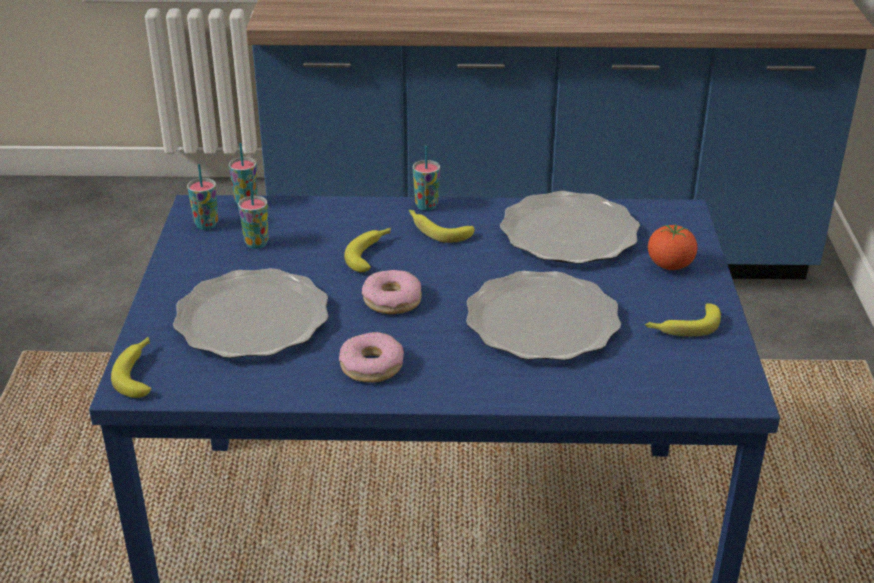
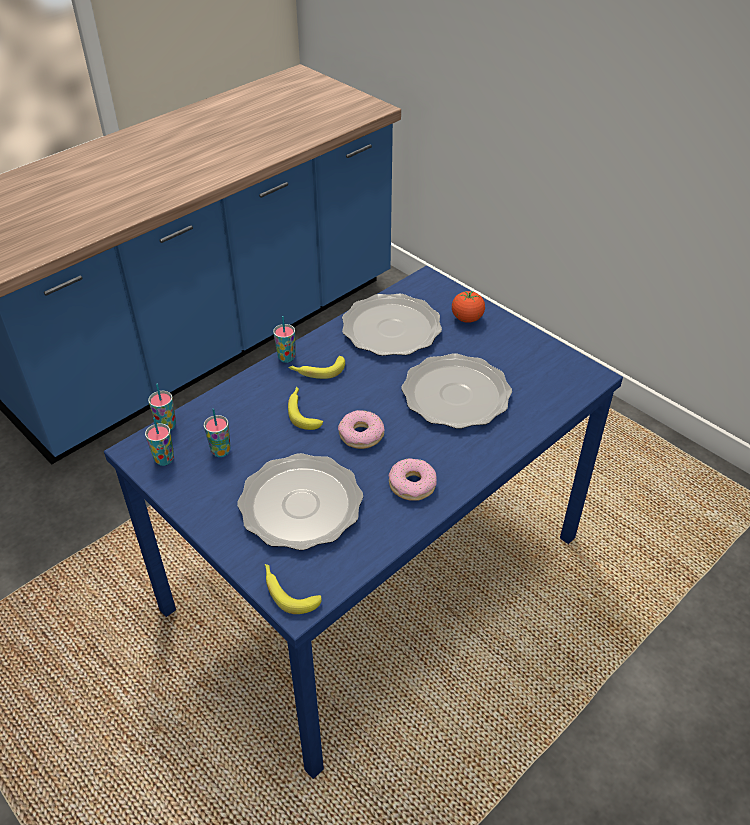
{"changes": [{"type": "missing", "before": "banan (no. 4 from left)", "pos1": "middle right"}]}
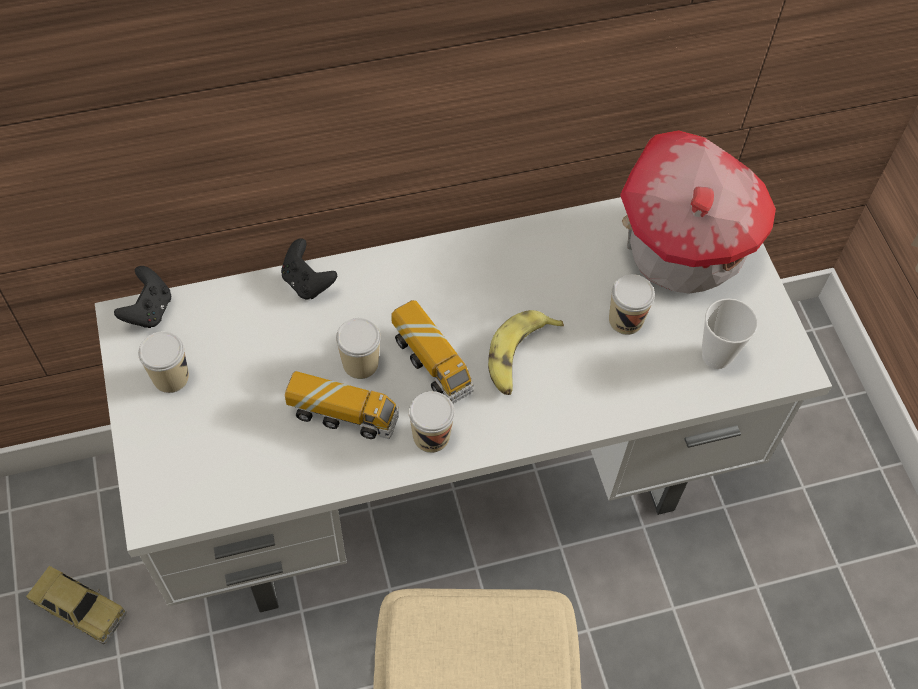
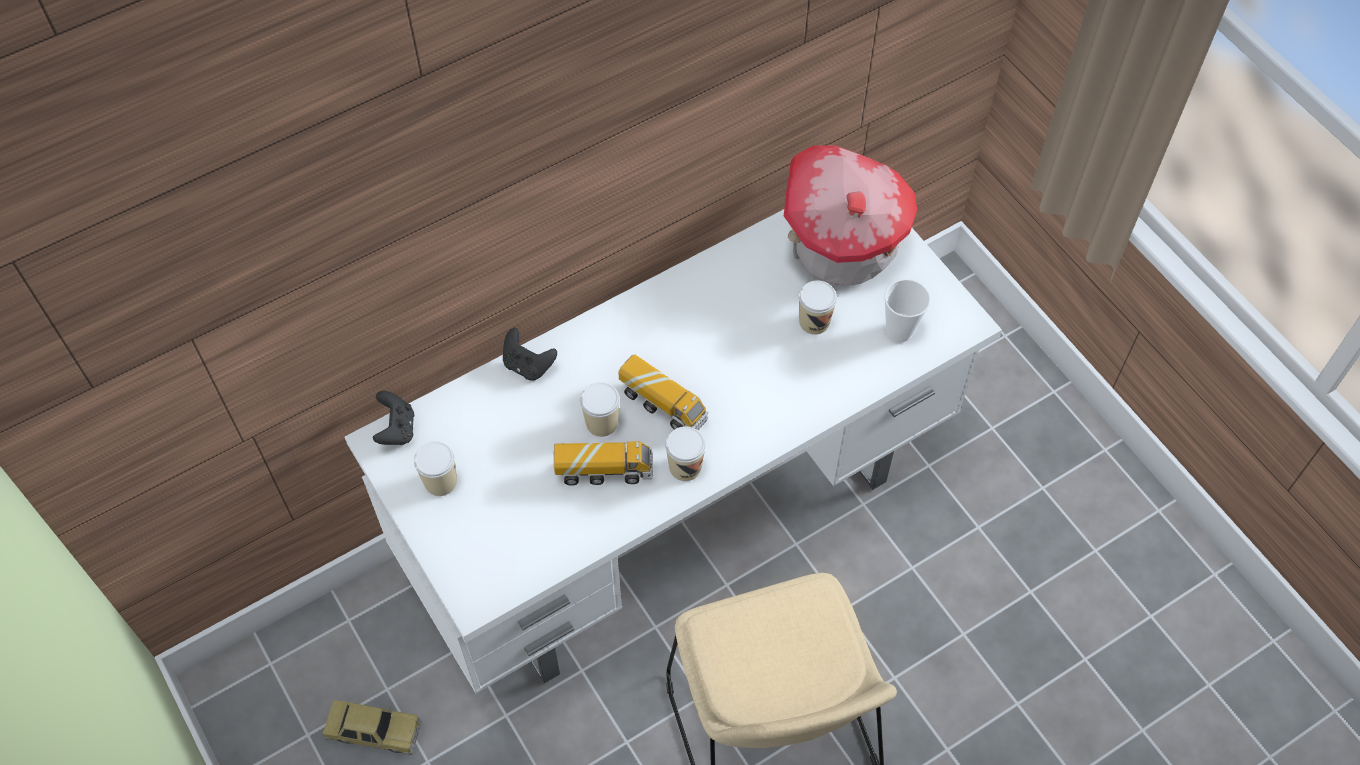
{"changes": [{"type": "missing", "before": "banan", "pos1": "centre"}]}
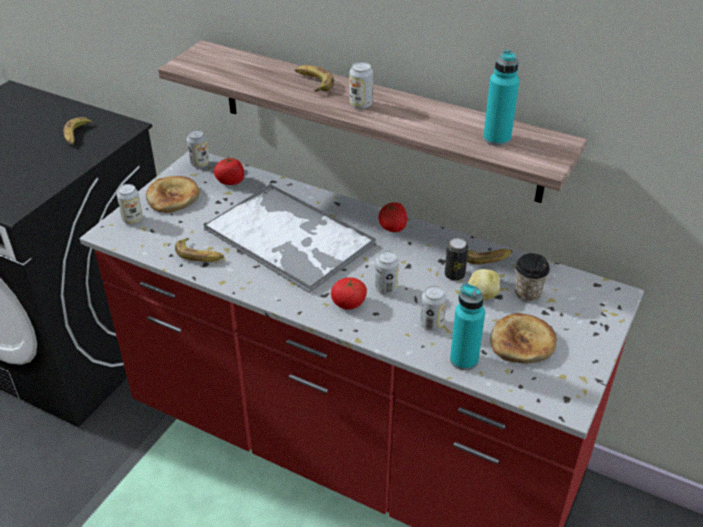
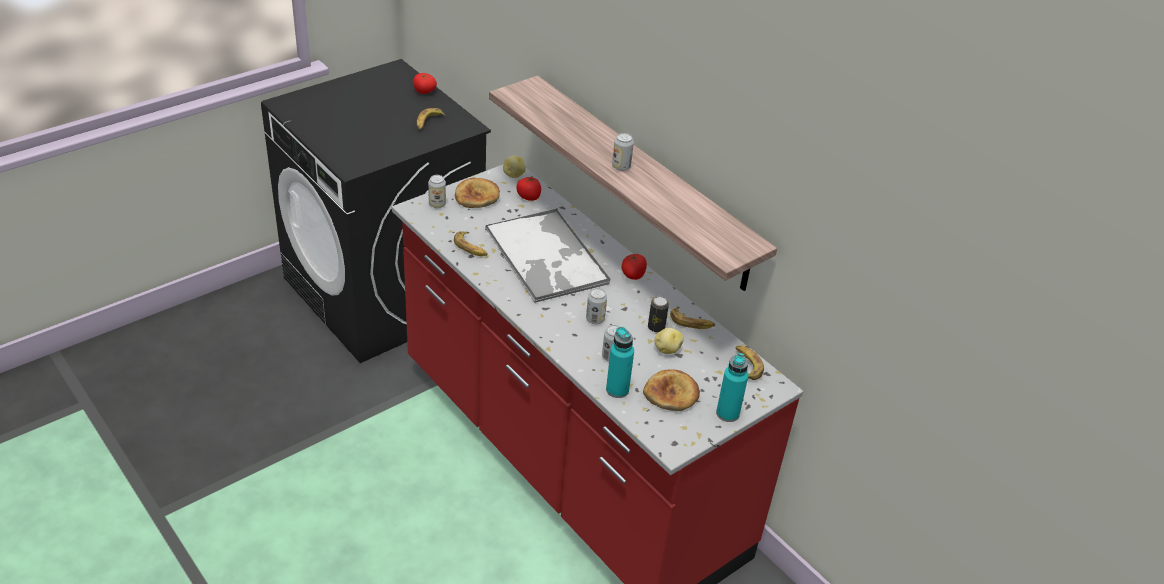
{"changes": [{"type": "relocated", "before": "butelka (turkusowy) (no. 2 from left)", "pos1": "top right", "pos2": "centre"}, {"type": "relocated", "before": "banan (no. 3 from left in the first image)", "after": "banan (no. 4 from left)", "pos1": "top centre", "pos2": "centre"}, {"type": "exchanged", "before": "puszka (no. 2 from left)", "after": "ziemniak (no. 1 from left)", "pos1": "top left", "pos2": "top centre"}, {"type": "missing", "before": "filiżanka", "pos1": "middle right"}, {"type": "relocated", "before": "pomidor (no. 2 from left in the first image)", "after": "pomidor (no. 1 from left)", "pos1": "centre", "pos2": "top centre"}]}
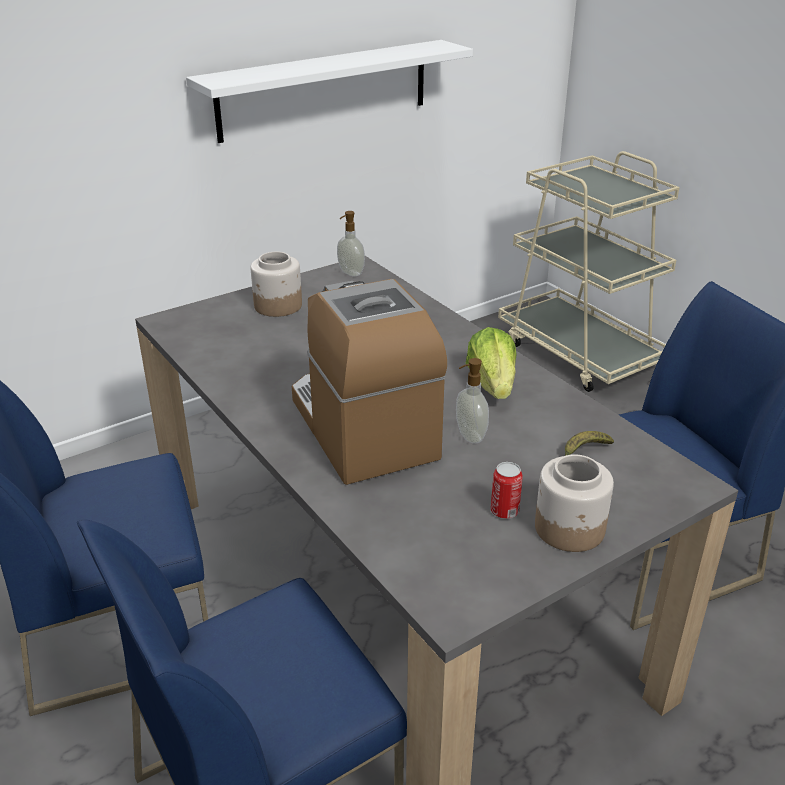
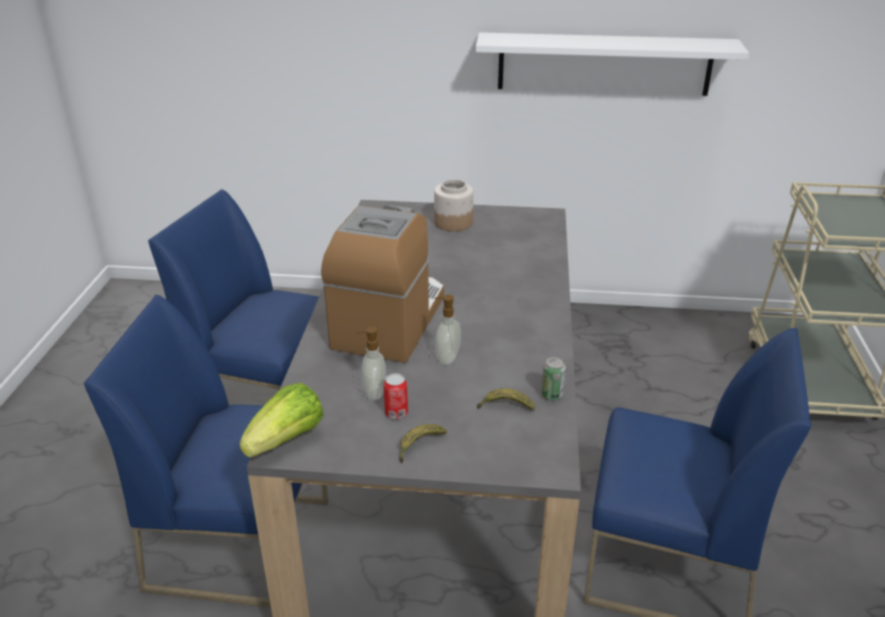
{"changes": [{"type": "relocated", "before": "dozownik mydła (no. 1 from left)", "pos1": "top centre", "pos2": "centre"}, {"type": "relocated", "before": "sałata", "pos1": "centre", "pos2": "bottom left"}, {"type": "exchanged", "before": "słoik (no. 2 from left)", "after": "banan (no. 1 from left)", "pos1": "middle right", "pos2": "bottom centre"}, {"type": "appeared", "after": "puszka (no. 2 from left)", "pos2": "centre"}]}
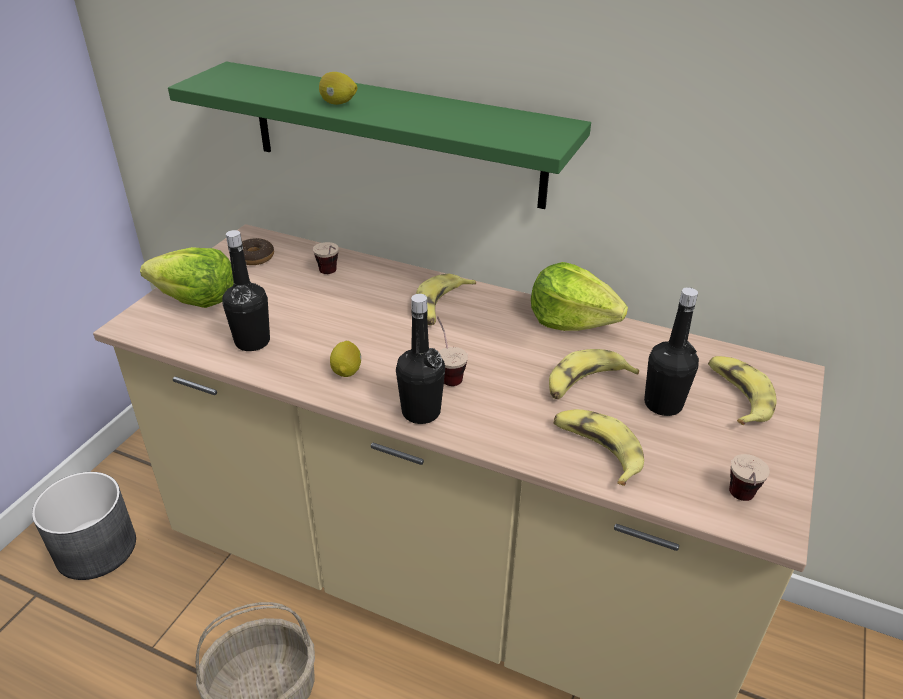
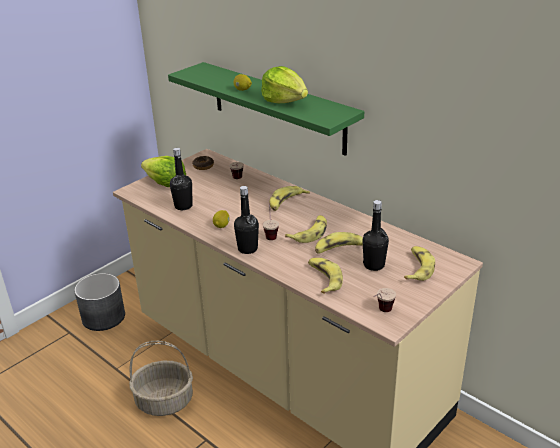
{"changes": [{"type": "relocated", "before": "sałata (no. 2 from left)", "pos1": "centre", "pos2": "top centre"}, {"type": "appeared", "after": "banan (no. 2 from left)", "pos2": "centre"}]}
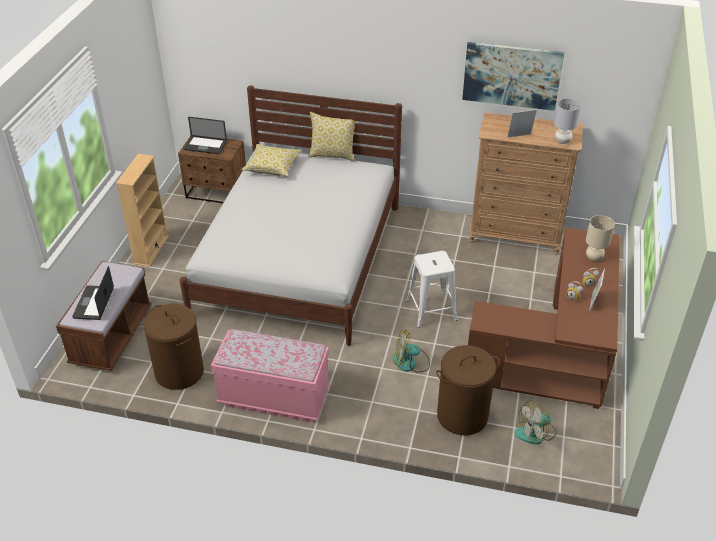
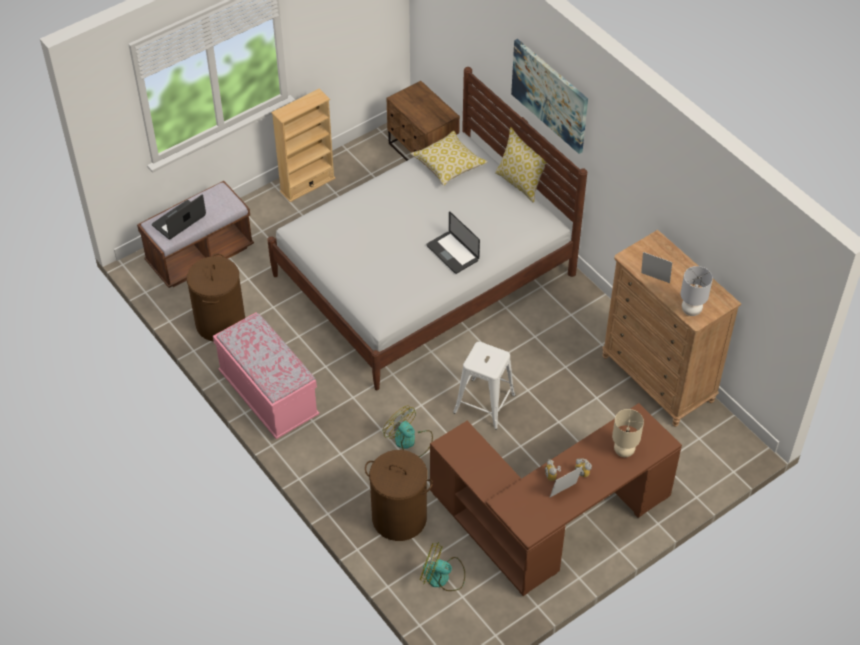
{"changes": [{"type": "relocated", "before": "obraz", "pos1": "top right", "pos2": "top centre"}, {"type": "relocated", "before": "laptop (no. 2 from left)", "pos1": "top left", "pos2": "centre"}]}
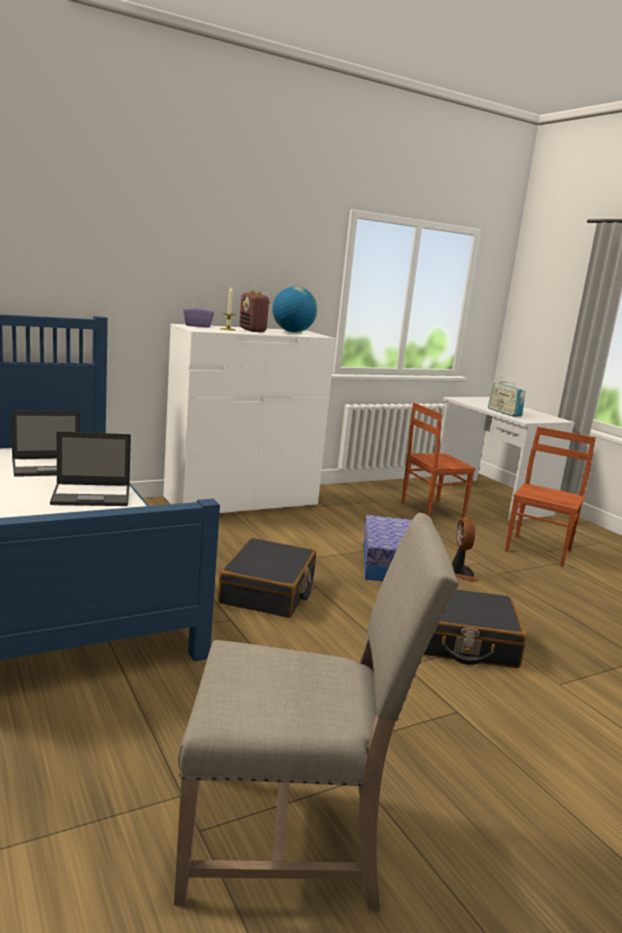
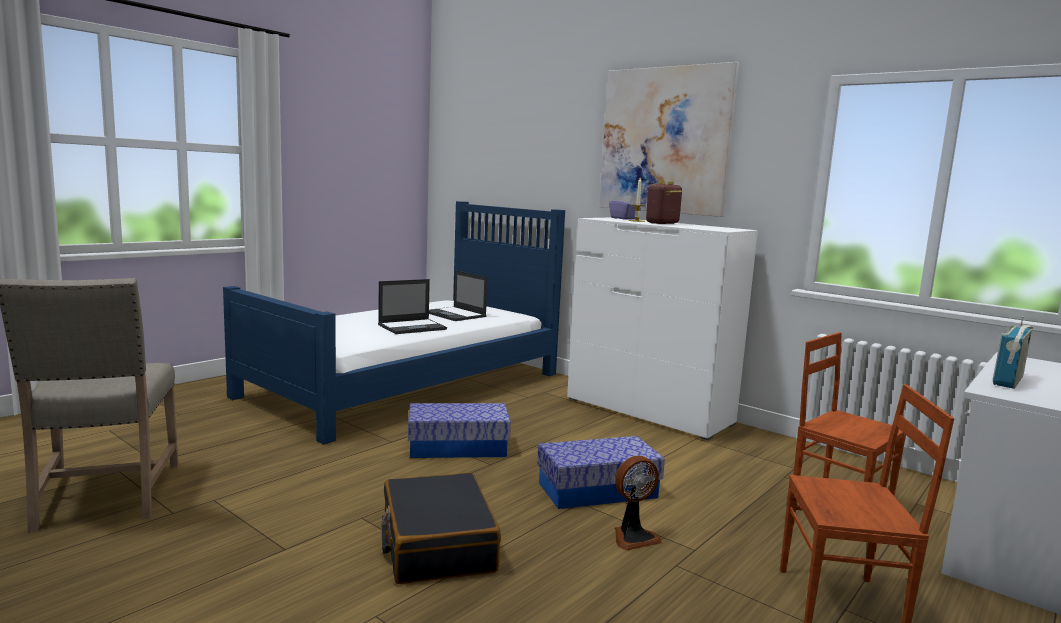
{"changes": [{"type": "missing", "before": "globus", "pos1": "top centre"}, {"type": "spun", "before": "laptop (no. 2 from left in the first image)", "pos1": "middle left", "pos2": "centre", "turn": -90}, {"type": "exchanged", "before": "walizka (czarny) (no. 1 from left)", "after": "pojemnik do przechowywania (no. 1 from left)", "pos1": "centre", "pos2": "bottom centre"}, {"type": "appeared", "after": "obraz", "pos2": "top centre"}]}
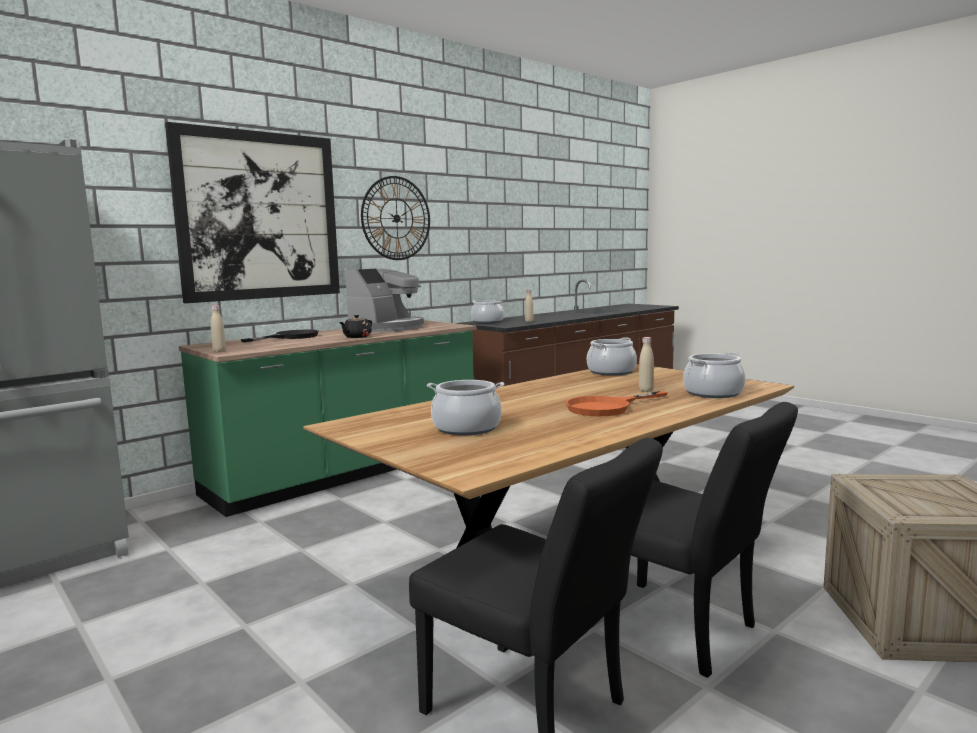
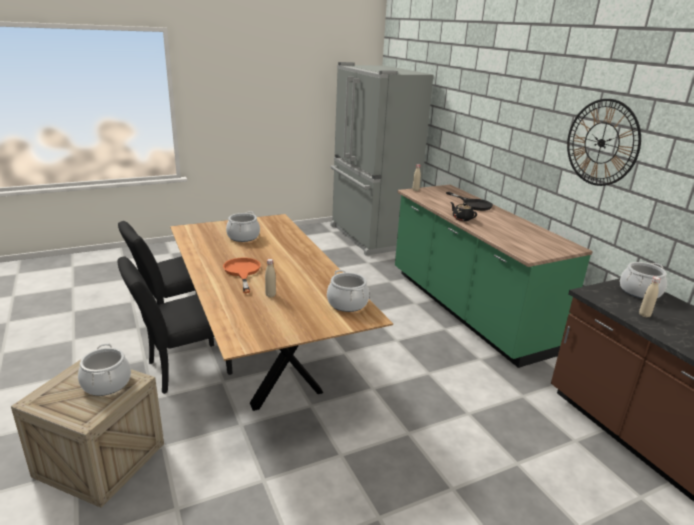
{"changes": [{"type": "missing", "before": "obraz", "pos1": "top left"}, {"type": "missing", "before": "ekspres do kawy", "pos1": "centre"}, {"type": "relocated", "before": "garnek (no. 4 from left in the first image)", "after": "garnek (no. 1 from left)", "pos1": "middle right", "pos2": "bottom left"}]}
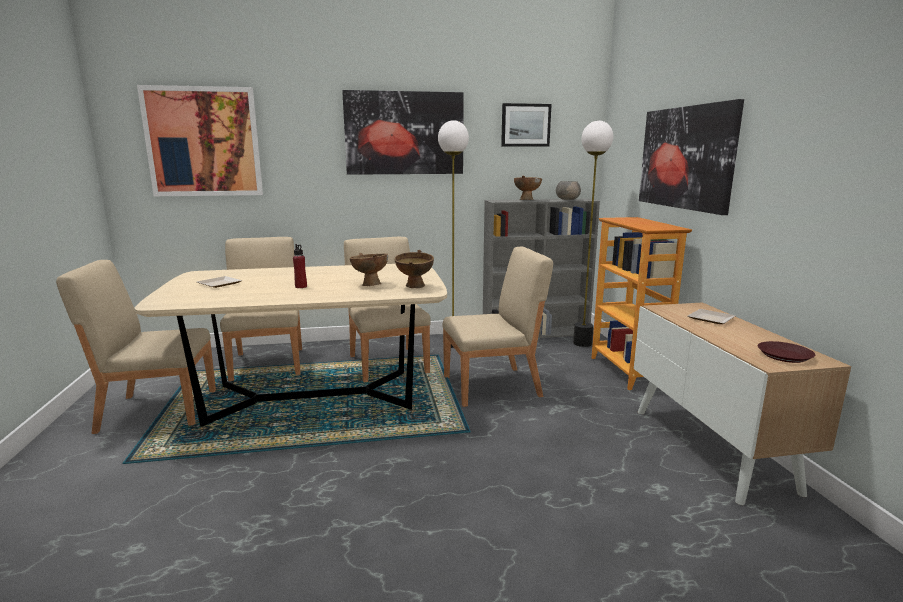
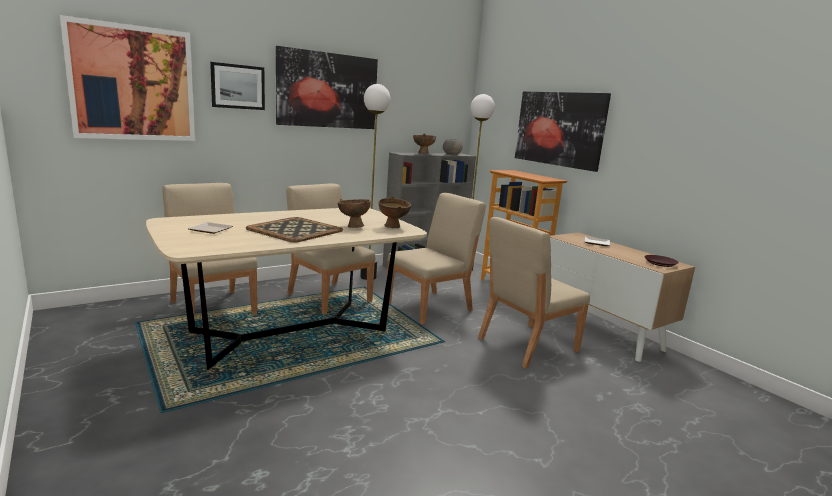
{"changes": [{"type": "relocated", "before": "obraz (no. 3 from left in the first image)", "after": "obraz (no. 2 from left)", "pos1": "top centre", "pos2": "top left"}, {"type": "exchanged", "before": "butelka (czerwony)", "after": "taca", "pos1": "middle left", "pos2": "centre"}, {"type": "relocated", "before": "krzesło (beżowy) (no. 1 from left in the first image)", "after": "krzesło (beżowy) (no. 4 from left)", "pos1": "middle left", "pos2": "centre"}]}
